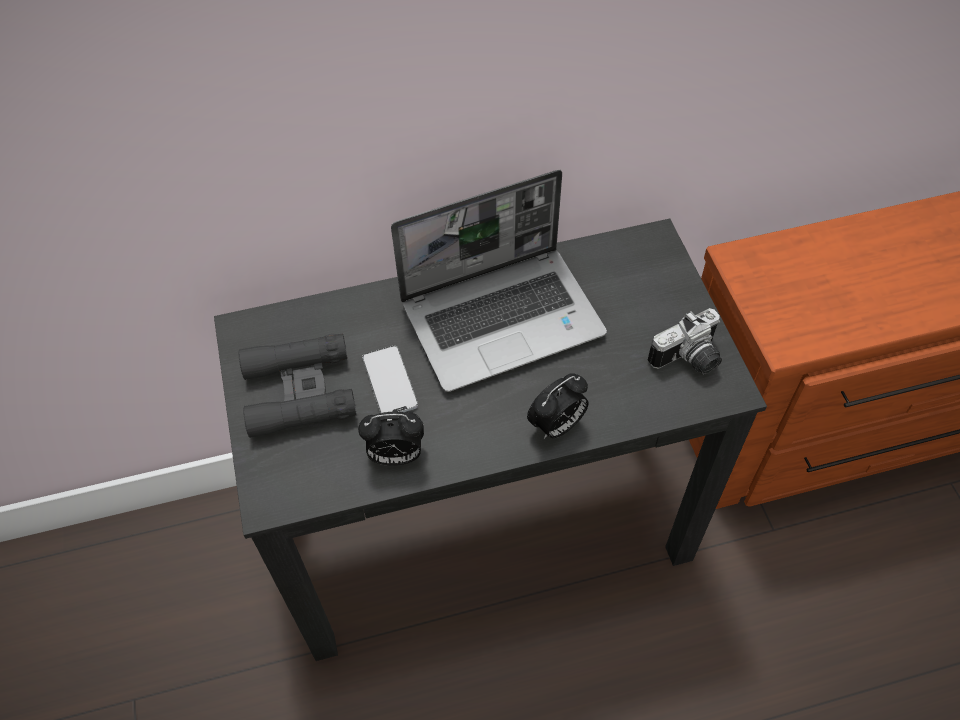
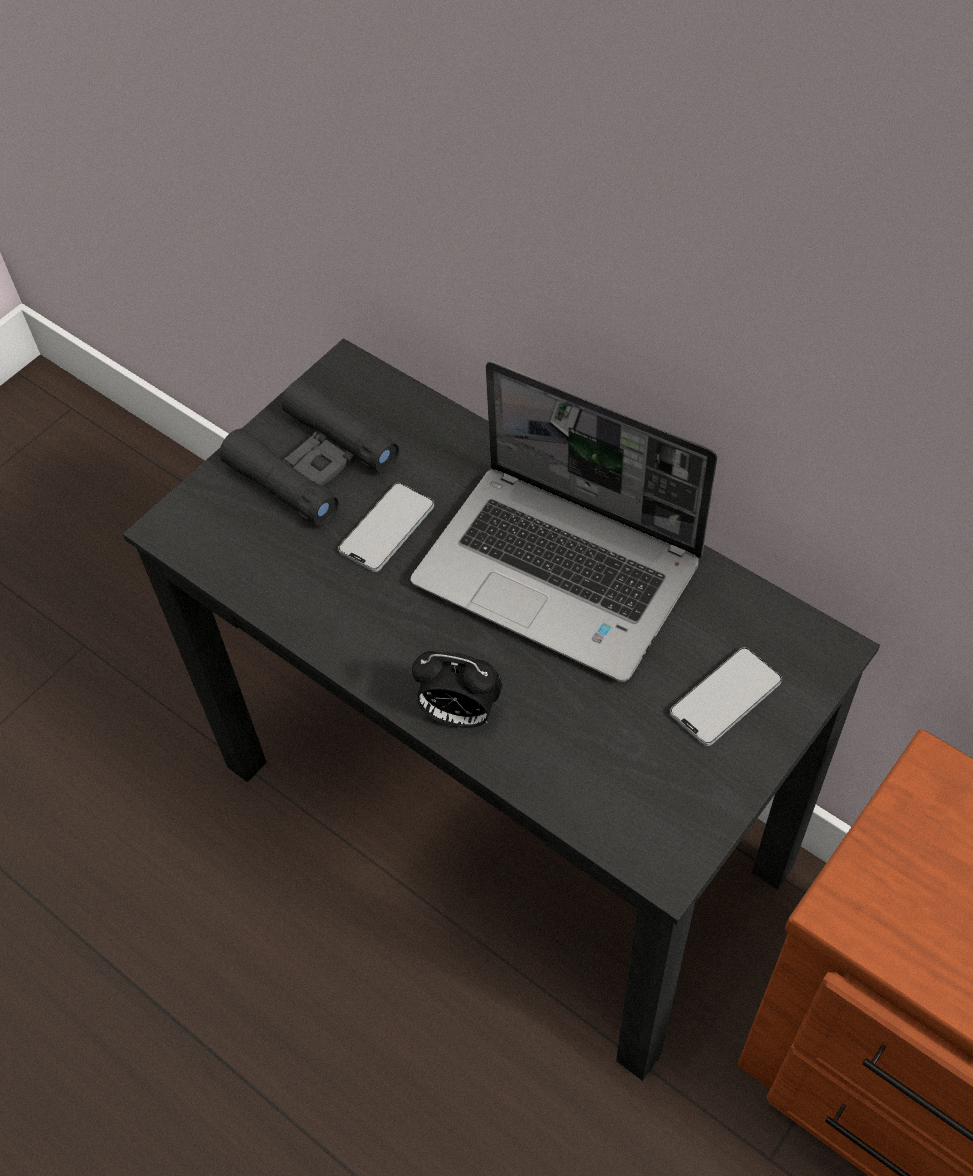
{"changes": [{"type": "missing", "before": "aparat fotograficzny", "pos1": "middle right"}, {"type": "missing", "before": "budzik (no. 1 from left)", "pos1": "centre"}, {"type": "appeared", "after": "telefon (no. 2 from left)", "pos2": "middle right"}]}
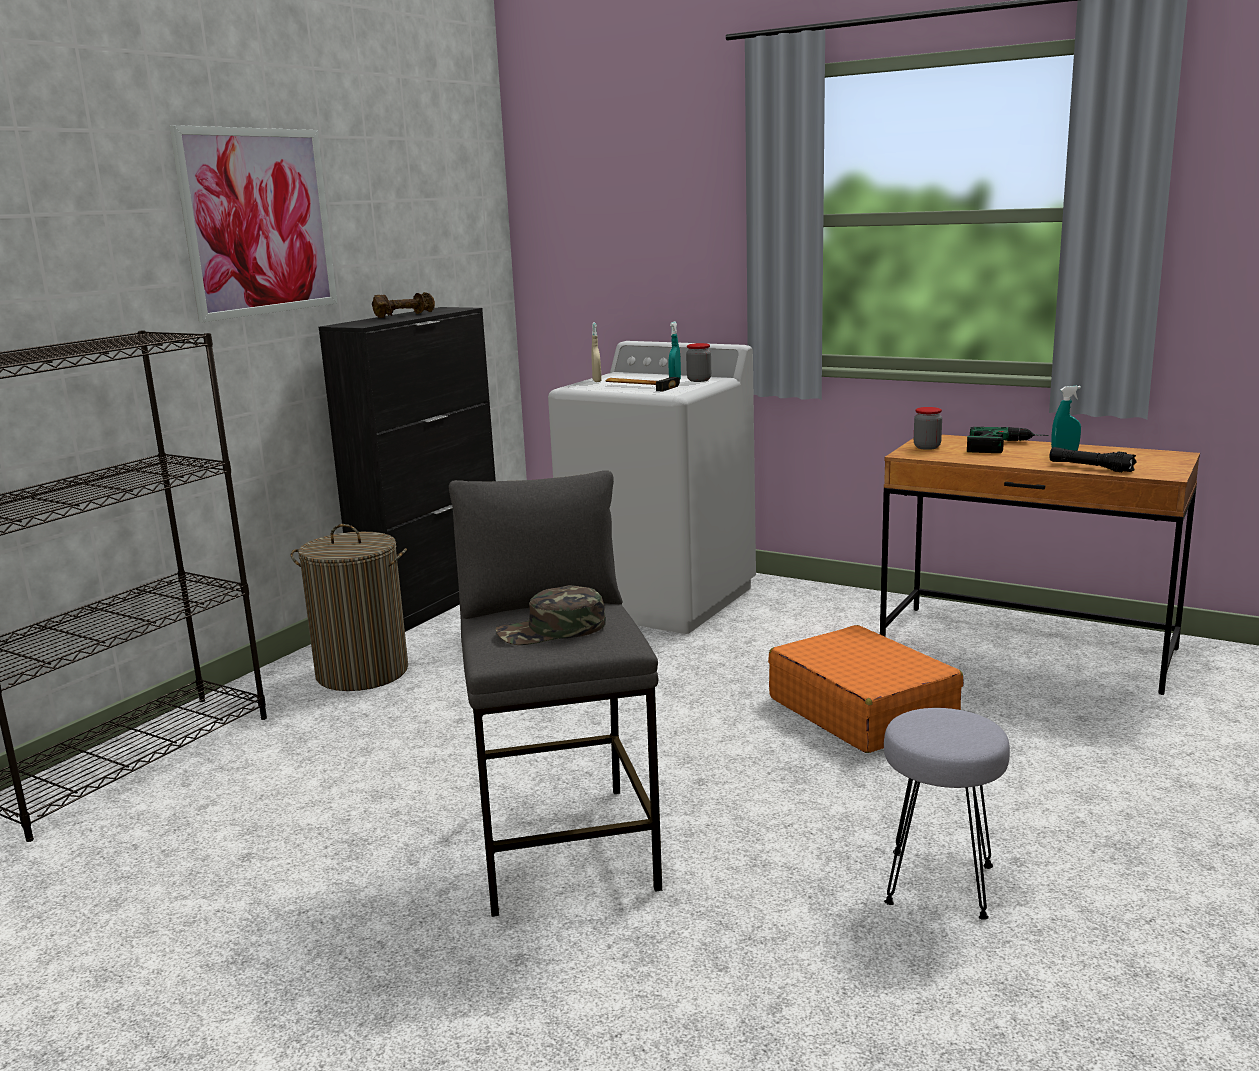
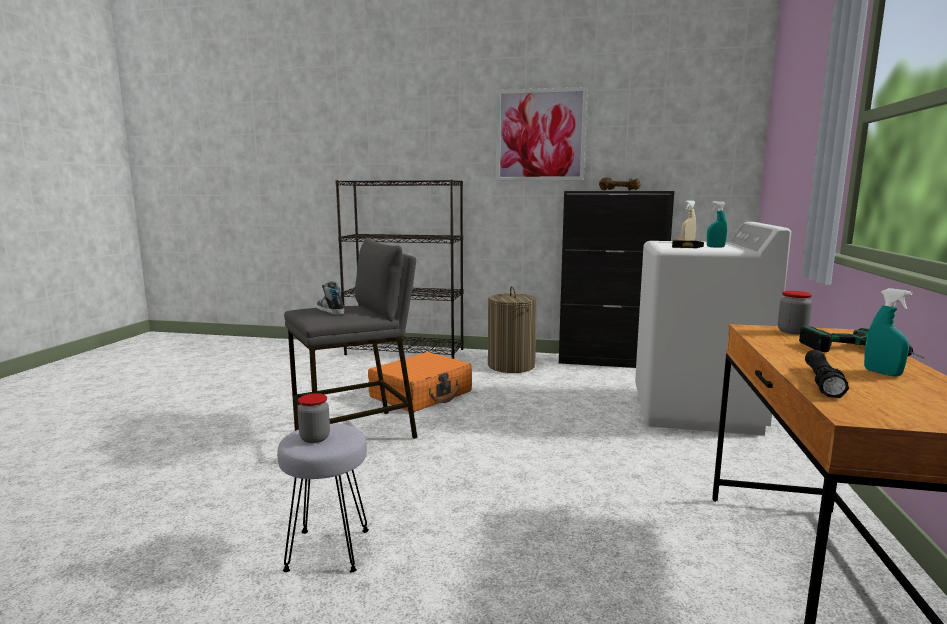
{"changes": [{"type": "relocated", "before": "słoik (no. 1 from left)", "pos1": "centre", "pos2": "bottom left"}, {"type": "exchanged", "before": "czapka z daszkiem (zielony)", "after": "but", "pos1": "centre", "pos2": "centre"}, {"type": "relocated", "before": "walizka (pomarańczowy)", "pos1": "middle right", "pos2": "centre"}]}
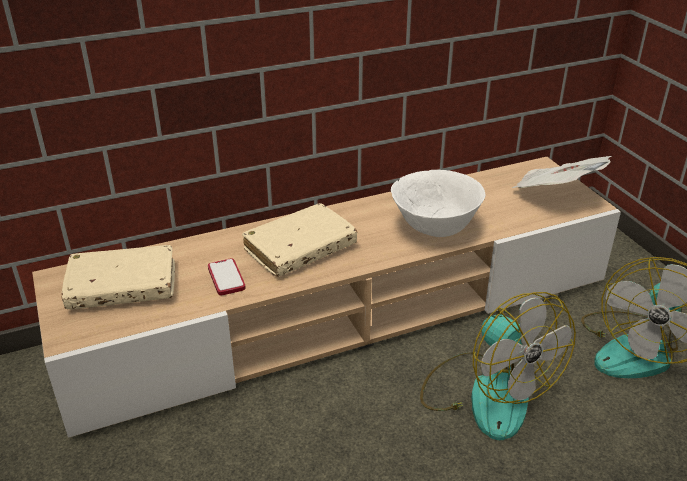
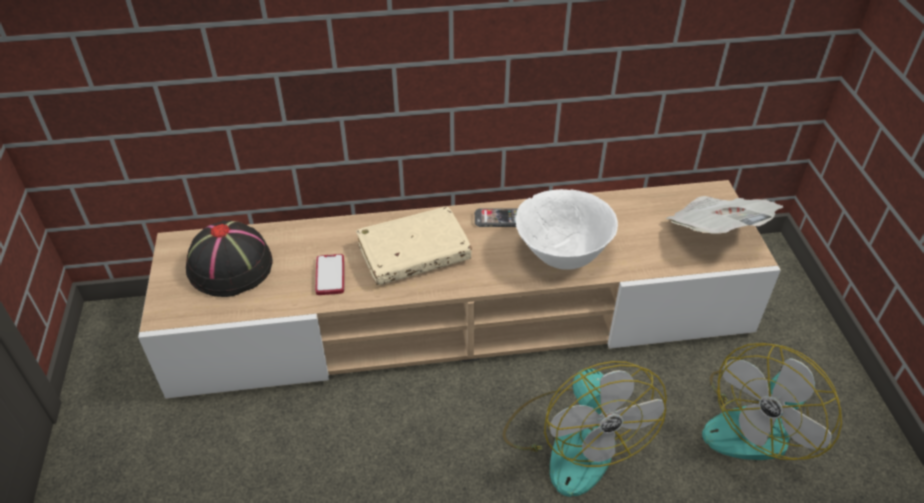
{"changes": [{"type": "exchanged", "before": "książka (beżowy) (no. 1 from left)", "after": "kapelusz (czarny)", "pos1": "middle left", "pos2": "middle left"}, {"type": "appeared", "after": "telefon (no. 2 from left)", "pos2": "centre"}]}
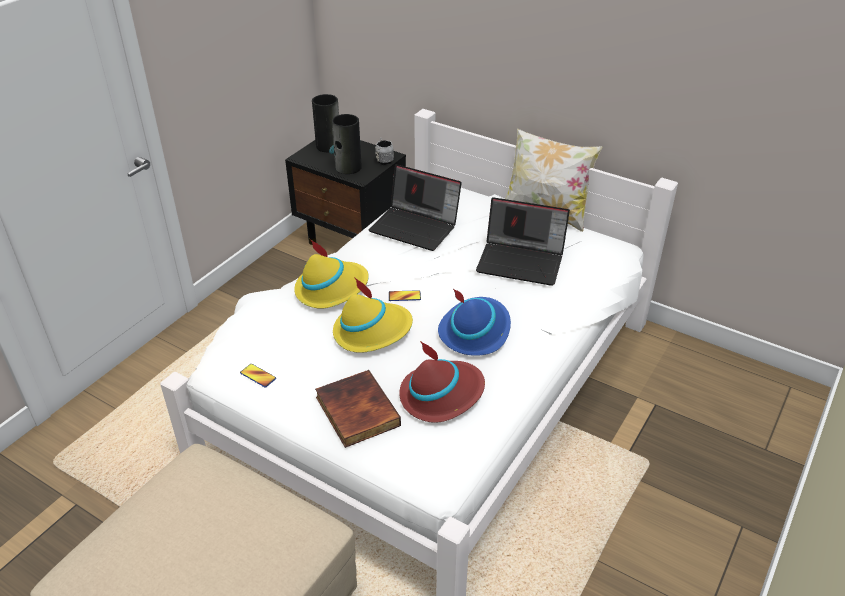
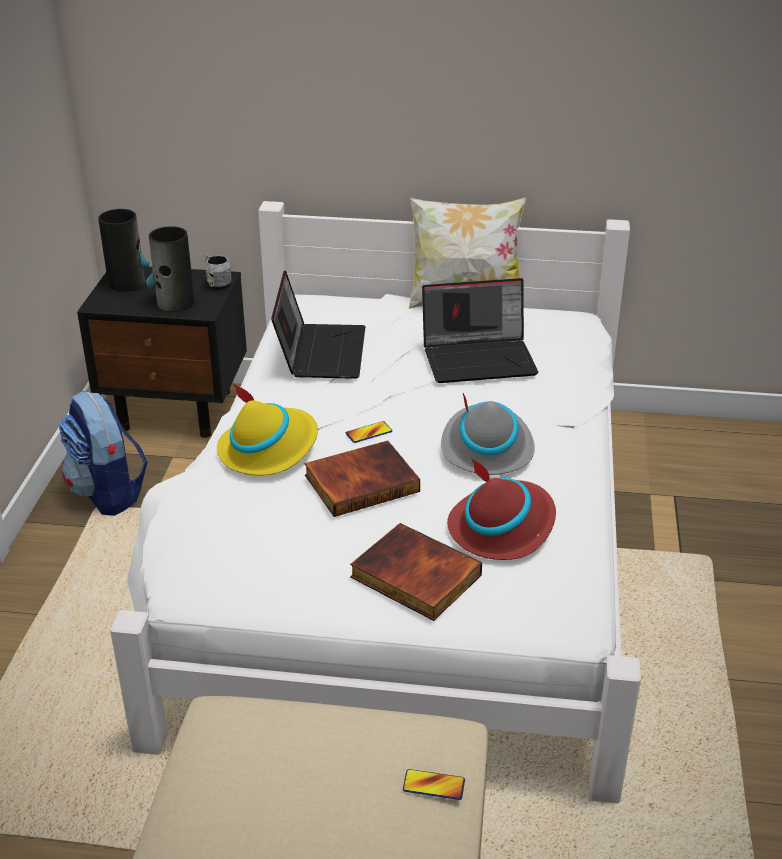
{"changes": [{"type": "spun", "before": "laptop (no. 1 from left)", "pos1": "centre", "pos2": "centre", "turn": -90}, {"type": "exchanged", "before": "kapelusz (żółty) (no. 2 from left)", "after": "książka (no. 1 from left)", "pos1": "centre", "pos2": "centre"}, {"type": "colour", "before": "kapelusz (niebieski)", "after": "kapelusz (szary)", "pos1": "centre", "pos2": "centre"}, {"type": "relocated", "before": "telefon (no. 1 from left in the first image)", "after": "telefon (no. 2 from left)", "pos1": "middle left", "pos2": "bottom centre"}, {"type": "appeared", "after": "plecak", "pos2": "middle left"}]}
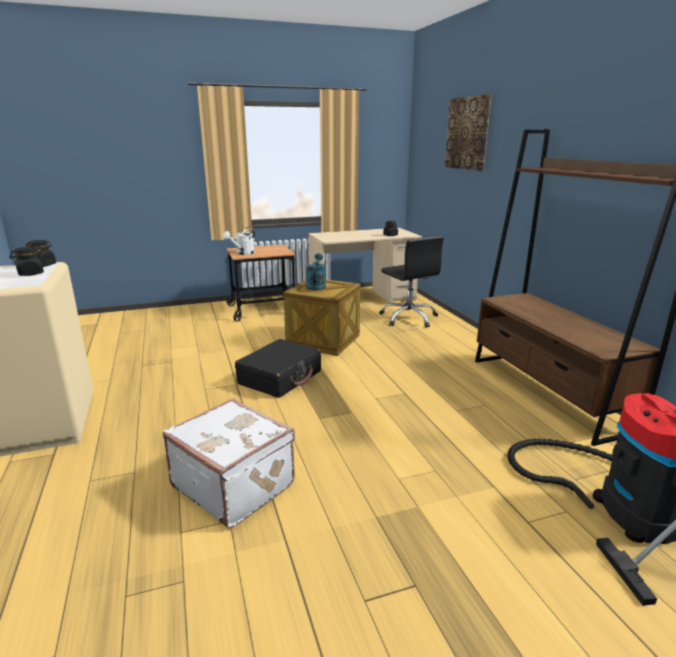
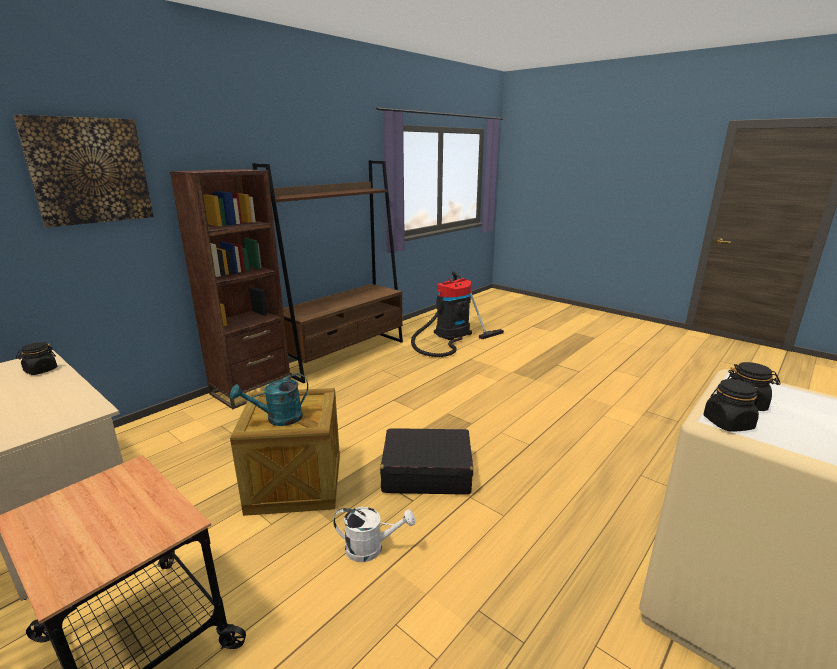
{"changes": [{"type": "relocated", "before": "konewka (biały)", "pos1": "centre", "pos2": "bottom centre"}, {"type": "missing", "before": "krzesło biurowe (czarny)", "pos1": "centre"}, {"type": "missing", "before": "walizka (biały)", "pos1": "bottom centre"}, {"type": "appeared", "after": "regał (brązowy) (no. 1 from left)", "pos2": "middle left"}]}
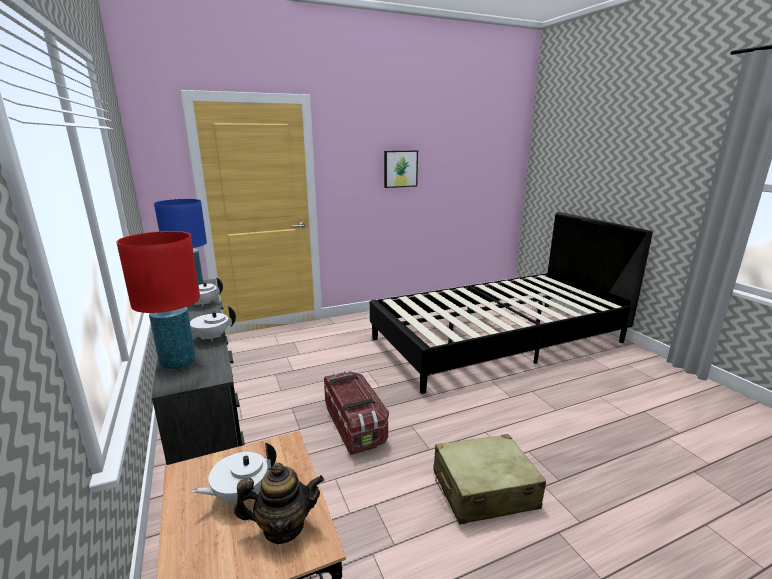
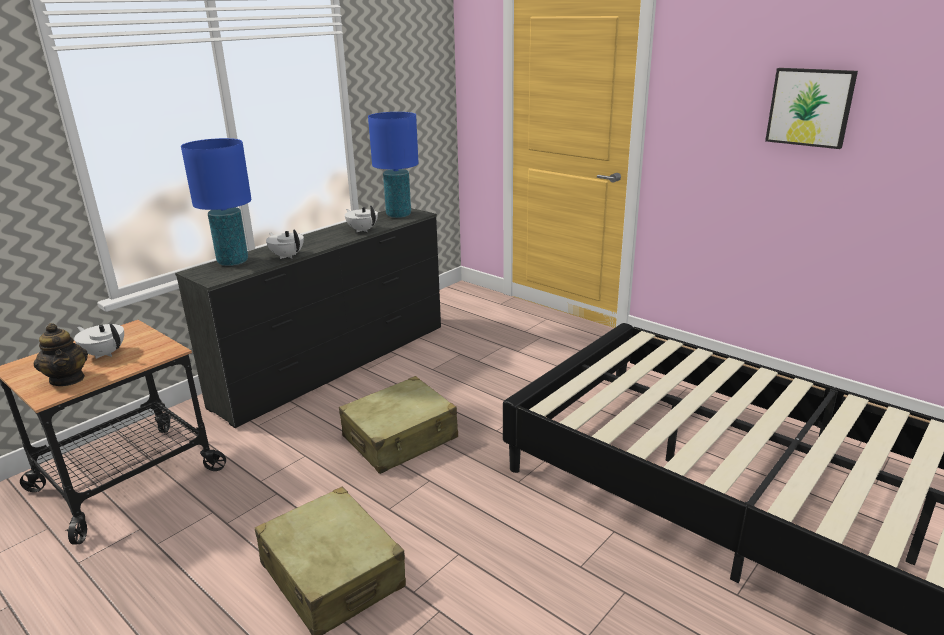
{"changes": [{"type": "colour", "before": "lampa stołowa (czerwony)", "after": "lampa stołowa (niebieski) (no. 1 from left)", "pos1": "middle left", "pos2": "top left"}, {"type": "exchanged", "before": "pojemnik do przechowywania", "after": "walizka (beżowy) (no. 2 from left)", "pos1": "bottom centre", "pos2": "bottom centre"}]}
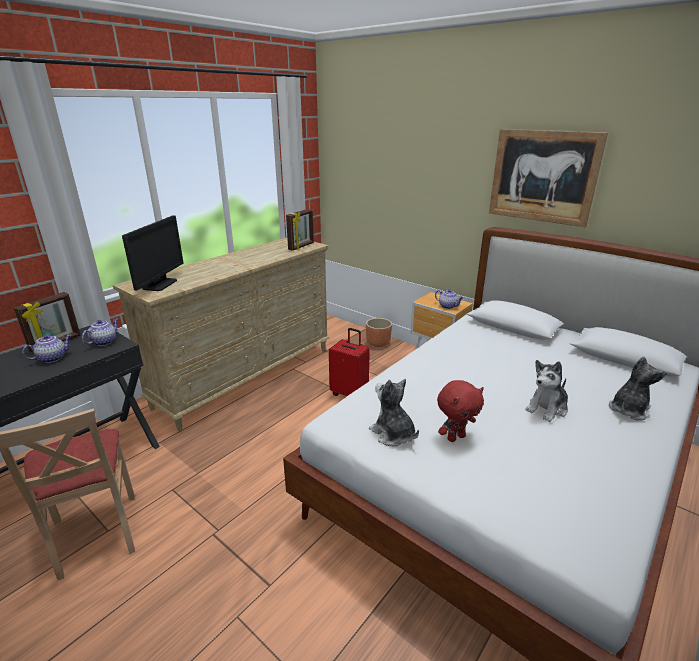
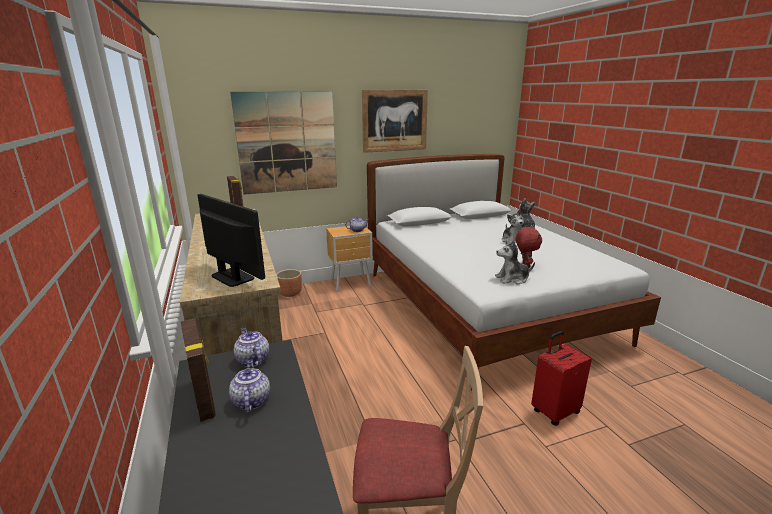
{"changes": [{"type": "relocated", "before": "walizka (czerwony)", "pos1": "centre", "pos2": "bottom right"}, {"type": "appeared", "after": "obraz (no. 1 from left)", "pos2": "top centre"}]}
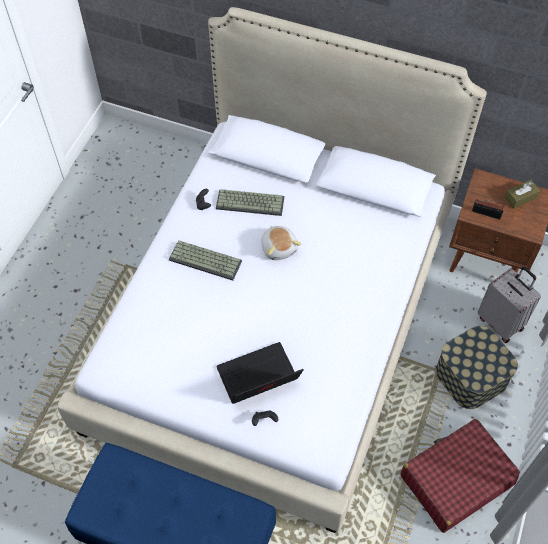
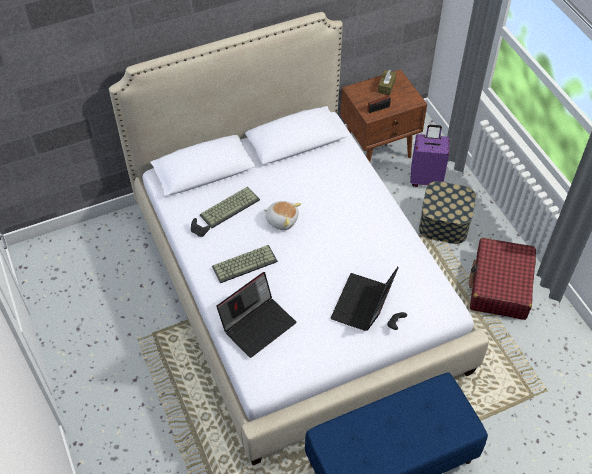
{"changes": [{"type": "colour", "before": "walizka (szary)", "after": "walizka (fioletowy)", "pos1": "middle right", "pos2": "top right"}, {"type": "appeared", "after": "laptop (no. 1 from left)", "pos2": "centre"}]}
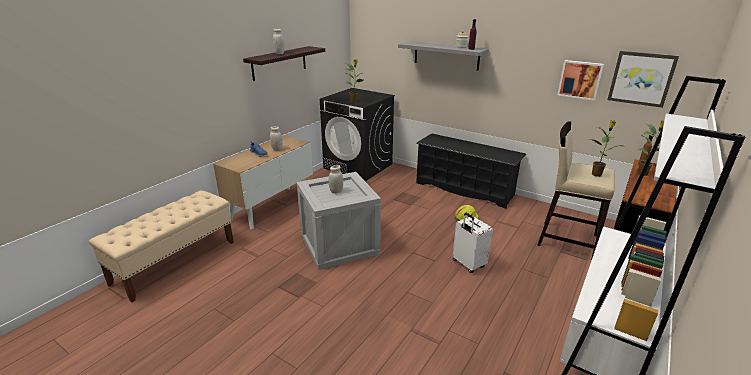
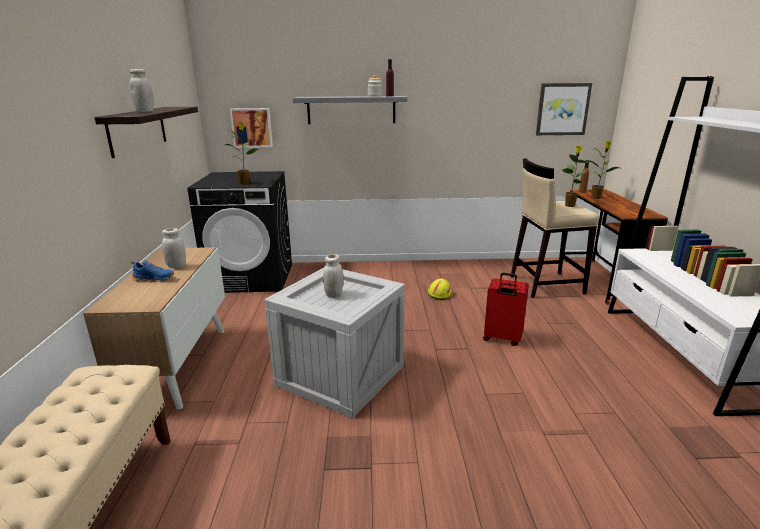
{"changes": [{"type": "relocated", "before": "obraz (no. 1 from left)", "pos1": "top right", "pos2": "top left"}, {"type": "missing", "before": "regał na buty (czarny)", "pos1": "centre"}, {"type": "colour", "before": "walizka (biały)", "after": "walizka (czerwony)", "pos1": "centre", "pos2": "centre"}]}
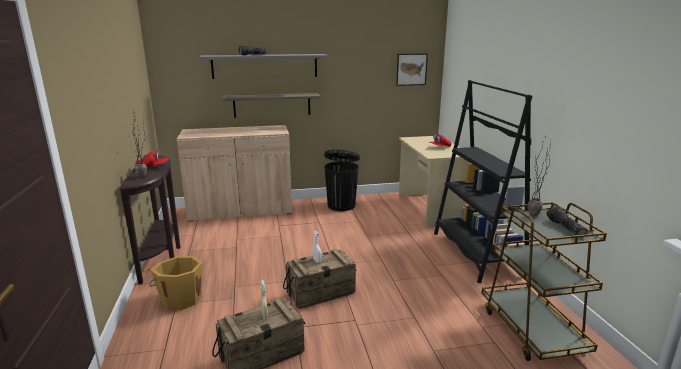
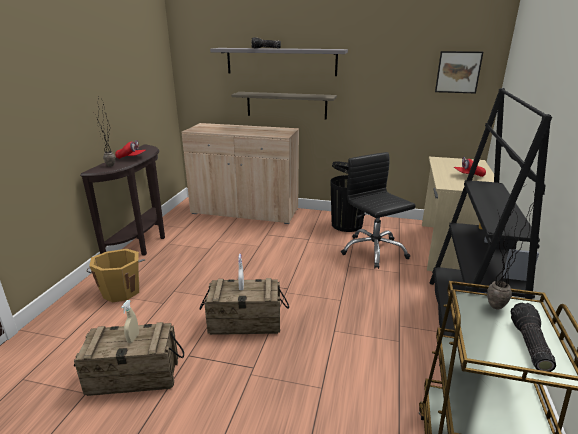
{"changes": [{"type": "appeared", "after": "krzesło biurowe (czarny)", "pos2": "centre"}]}
